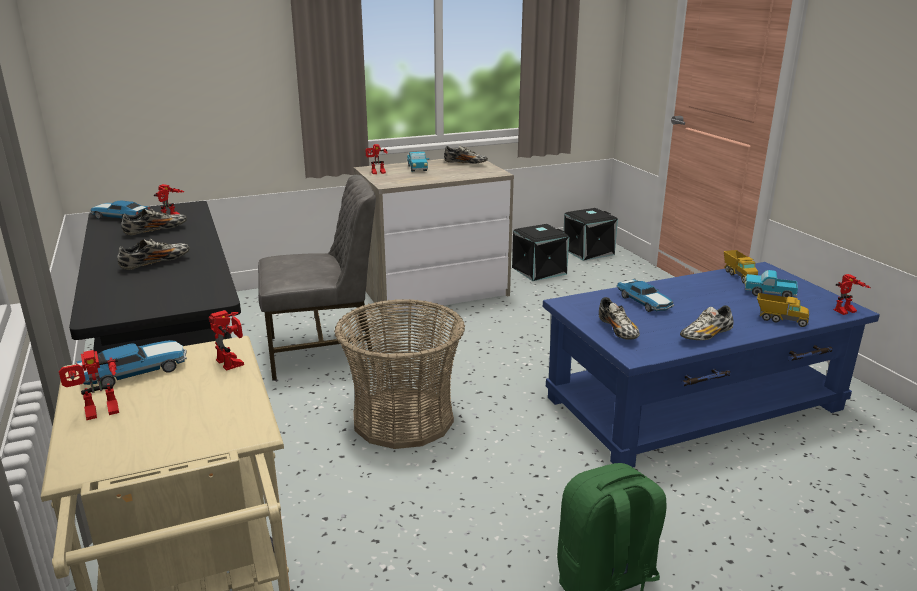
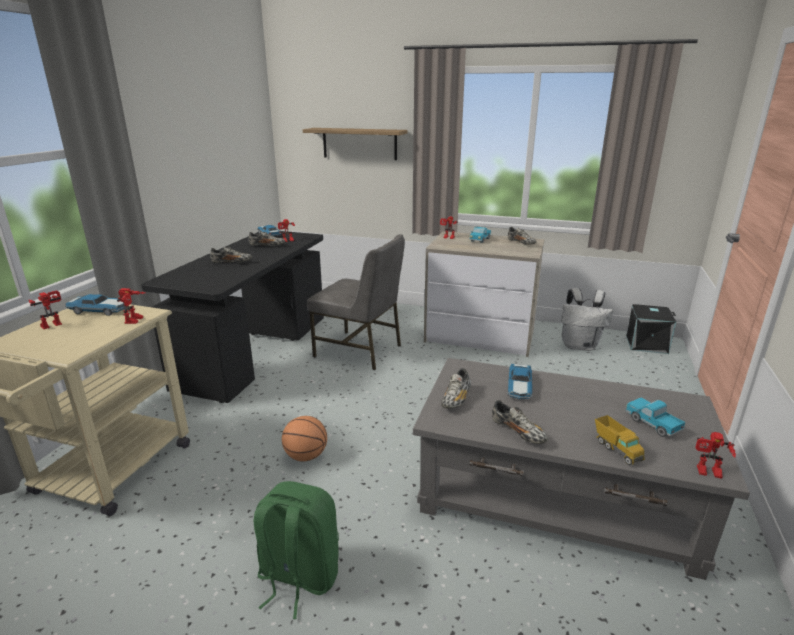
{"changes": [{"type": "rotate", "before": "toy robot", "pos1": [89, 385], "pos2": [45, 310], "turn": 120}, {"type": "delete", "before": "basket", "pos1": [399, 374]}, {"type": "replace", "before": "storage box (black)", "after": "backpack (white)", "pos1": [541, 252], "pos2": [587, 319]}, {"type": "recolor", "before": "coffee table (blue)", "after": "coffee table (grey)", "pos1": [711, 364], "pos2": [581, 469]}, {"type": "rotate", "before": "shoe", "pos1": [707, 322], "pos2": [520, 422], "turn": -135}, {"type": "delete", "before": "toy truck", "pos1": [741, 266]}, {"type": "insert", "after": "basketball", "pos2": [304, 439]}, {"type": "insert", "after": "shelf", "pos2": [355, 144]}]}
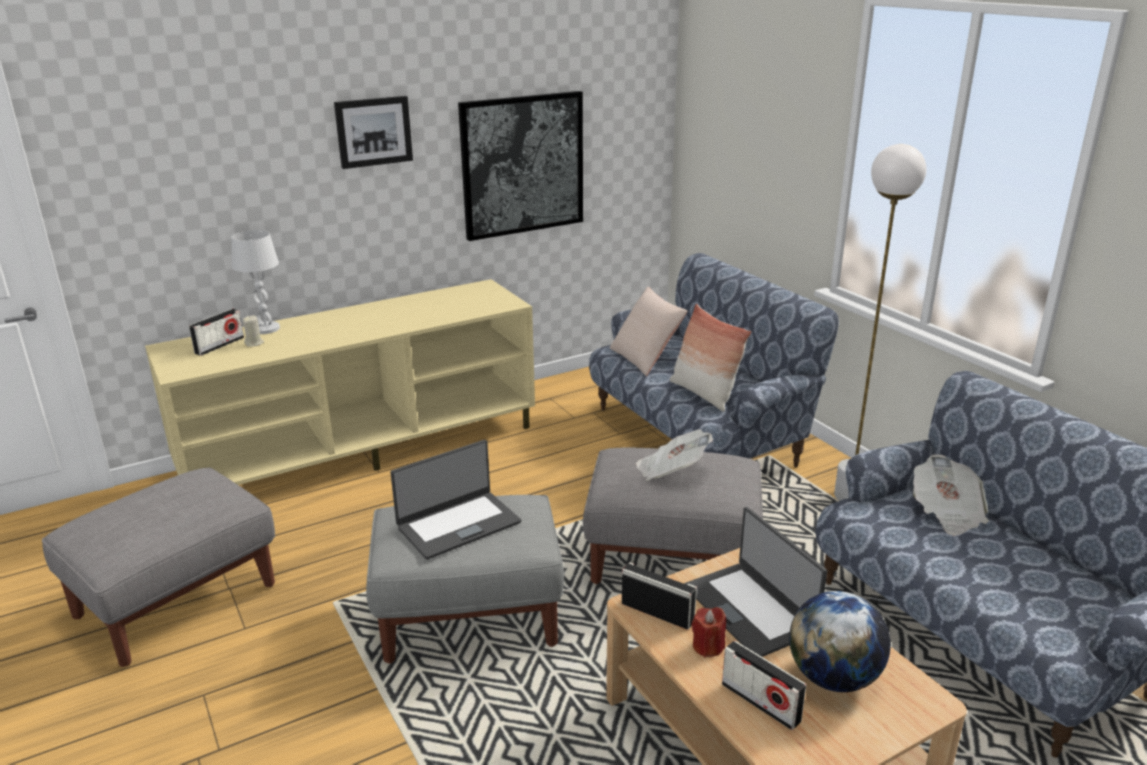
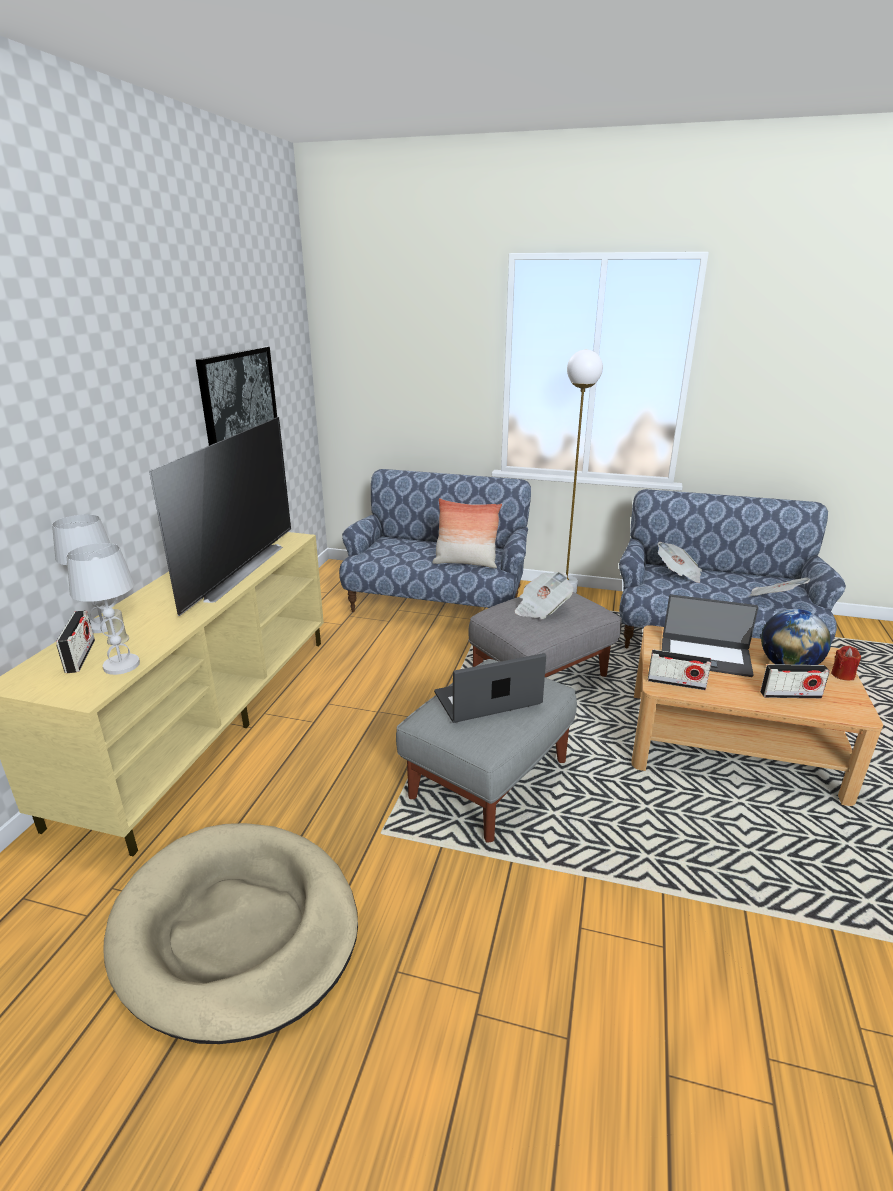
{"changes": [{"type": "replace", "before": "ottoman (grey)", "after": "dog bed (beige)", "pos1": [158, 567], "pos2": [231, 933]}, {"type": "delete", "before": "picture", "pos1": [373, 132]}, {"type": "rotate", "before": "laptop", "pos1": [455, 500], "pos2": [490, 688], "turn": -120}, {"type": "delete", "before": "pillow (beige)", "pos1": [648, 331]}, {"type": "rotate", "before": "radio", "pos1": [659, 596], "pos2": [679, 670], "turn": -150}, {"type": "move", "before": "candle (red)", "pos1": [709, 632], "pos2": [846, 663]}, {"type": "insert", "after": "table lamp (white)", "pos2": [103, 609]}, {"type": "insert", "after": "television", "pos2": [220, 516]}, {"type": "insert", "after": "newspaper", "pos2": [780, 586]}]}
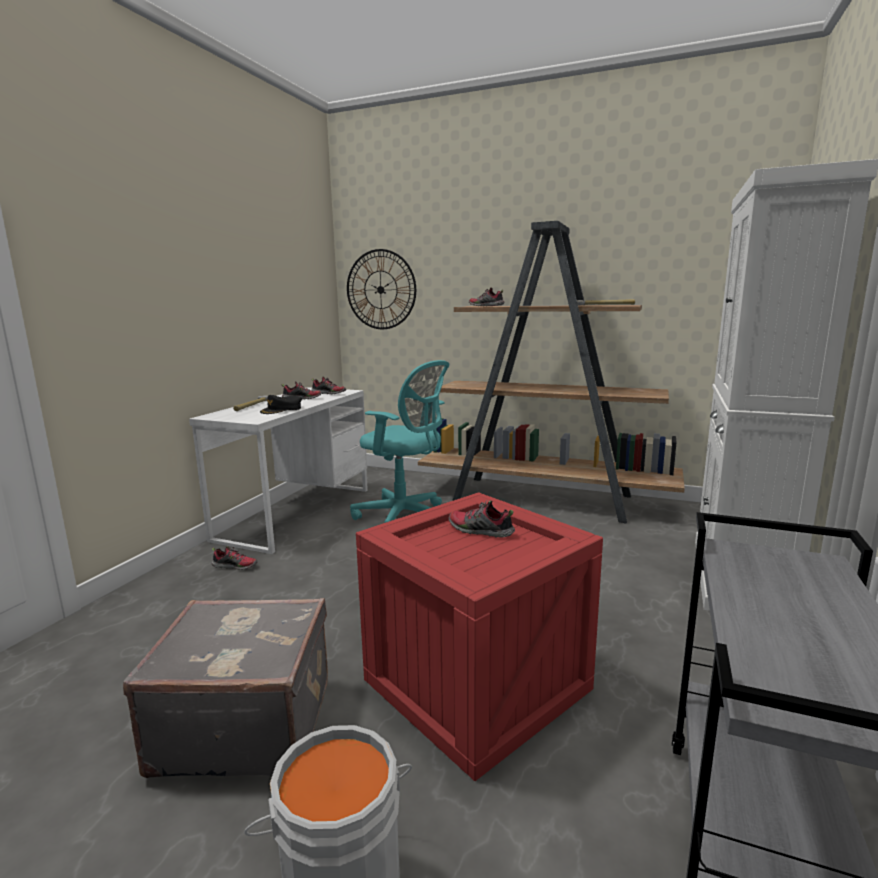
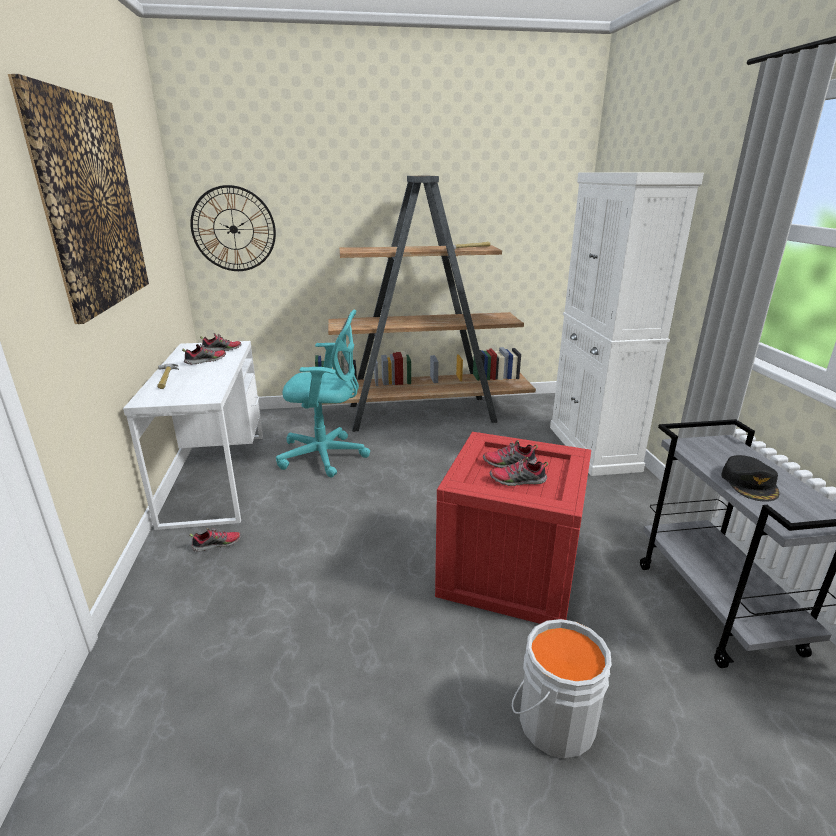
{"changes": [{"type": "delete", "before": "suitcase (grey)", "pos1": [225, 688]}, {"type": "move", "before": "cap (black)", "pos1": [281, 404], "pos2": [750, 478]}, {"type": "move", "before": "shoe", "pos1": [486, 296], "pos2": [519, 471]}, {"type": "insert", "after": "picture", "pos2": [78, 199]}]}
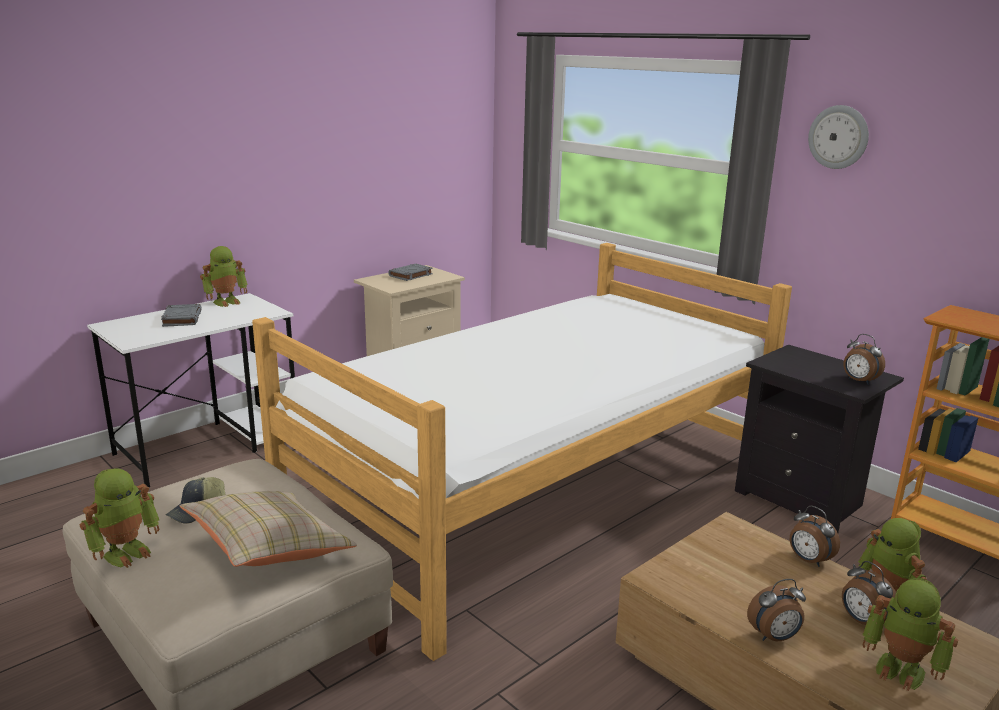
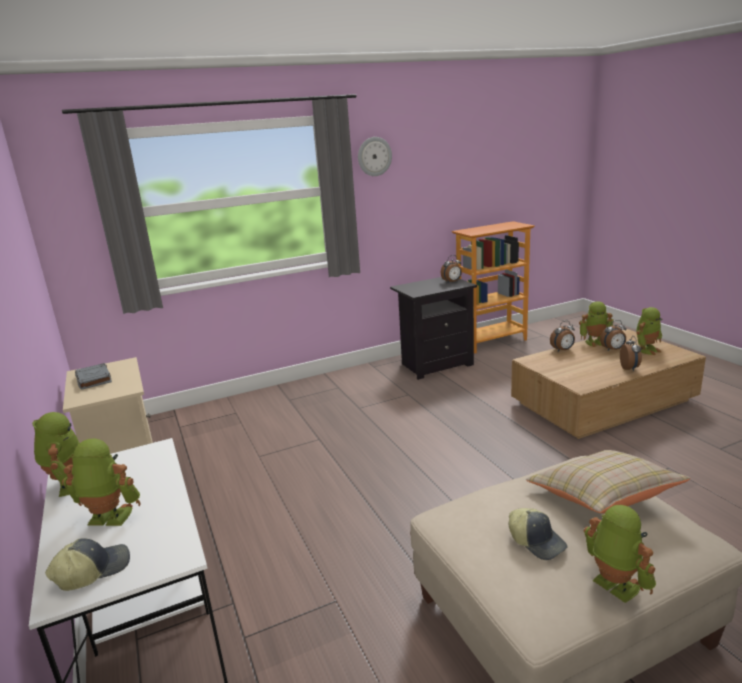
{"changes": [{"type": "replace", "before": "book (grey)", "after": "toy robot", "pos1": [181, 315], "pos2": [101, 482]}, {"type": "delete", "before": "bed", "pos1": [522, 452]}, {"type": "insert", "after": "cap", "pos2": [87, 564]}]}
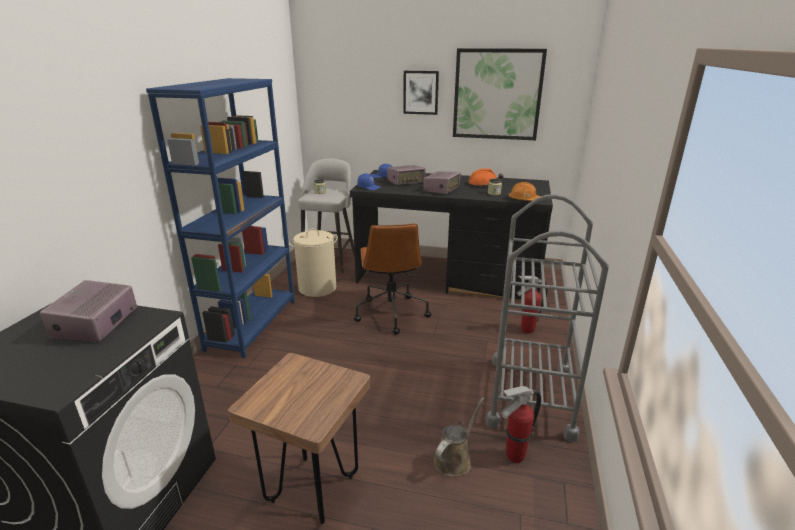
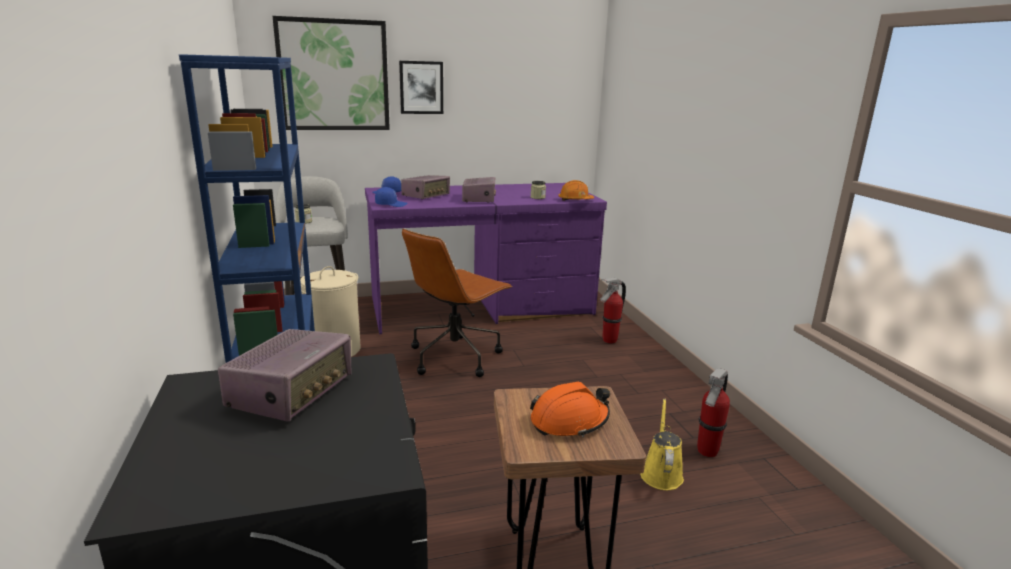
{"changes": [{"type": "rotate", "before": "radio", "pos1": [88, 311], "pos2": [284, 375], "turn": -135}, {"type": "recolor", "before": "desk (black)", "after": "desk (purple)", "pos1": [451, 235], "pos2": [486, 258]}, {"type": "rotate", "before": "office chair (brown)", "pos1": [392, 279], "pos2": [457, 303], "turn": 75}, {"type": "recolor", "before": "watering can (brown)", "after": "watering can (yellow)", "pos1": [459, 437], "pos2": [662, 444]}, {"type": "move", "before": "picture", "pos1": [500, 94], "pos2": [331, 73]}, {"type": "move", "before": "hard hat (orange)", "pos1": [486, 177], "pos2": [570, 409]}, {"type": "delete", "before": "cart (grey)", "pos1": [547, 318]}]}
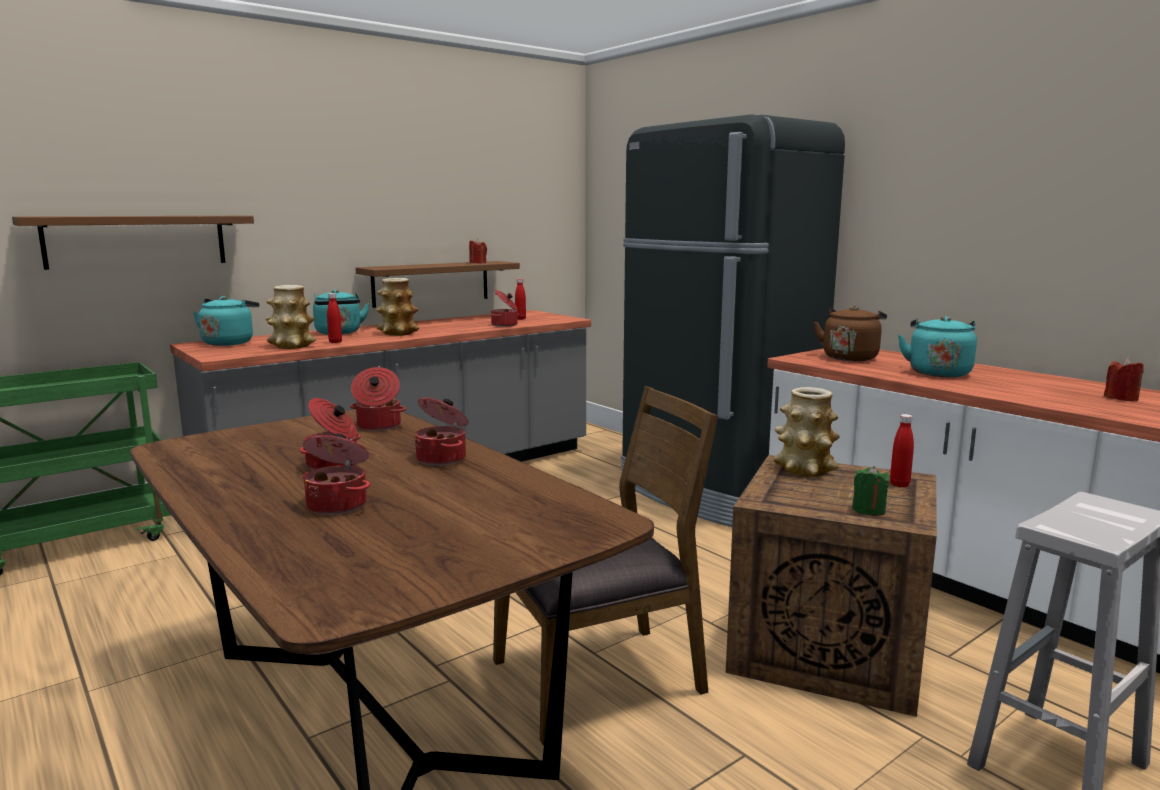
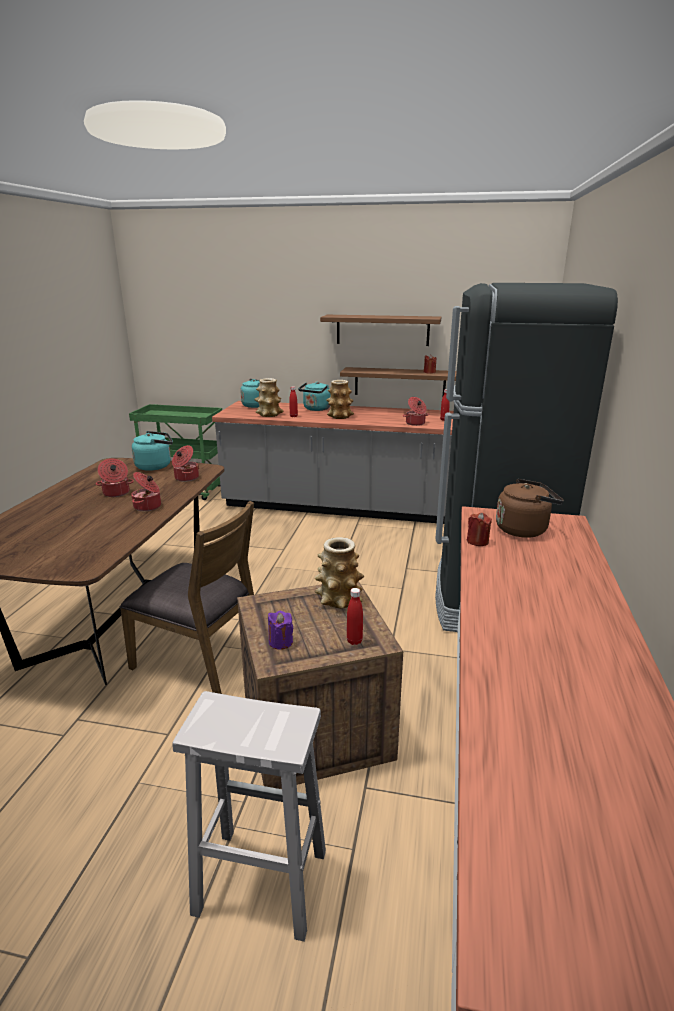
{"changes": [{"type": "move", "before": "shelf (brown)", "pos1": [133, 243], "pos2": [380, 330]}, {"type": "delete", "before": "cooking pot", "pos1": [336, 474]}, {"type": "recolor", "before": "candle (green)", "after": "candle (purple)", "pos1": [871, 491], "pos2": [280, 630]}, {"type": "move", "before": "kettle (turquoise)", "pos1": [937, 346], "pos2": [152, 451]}, {"type": "move", "before": "candle (red)", "pos1": [1124, 379], "pos2": [479, 529]}]}
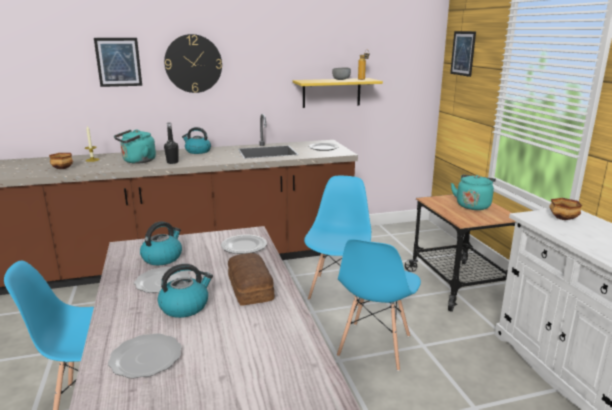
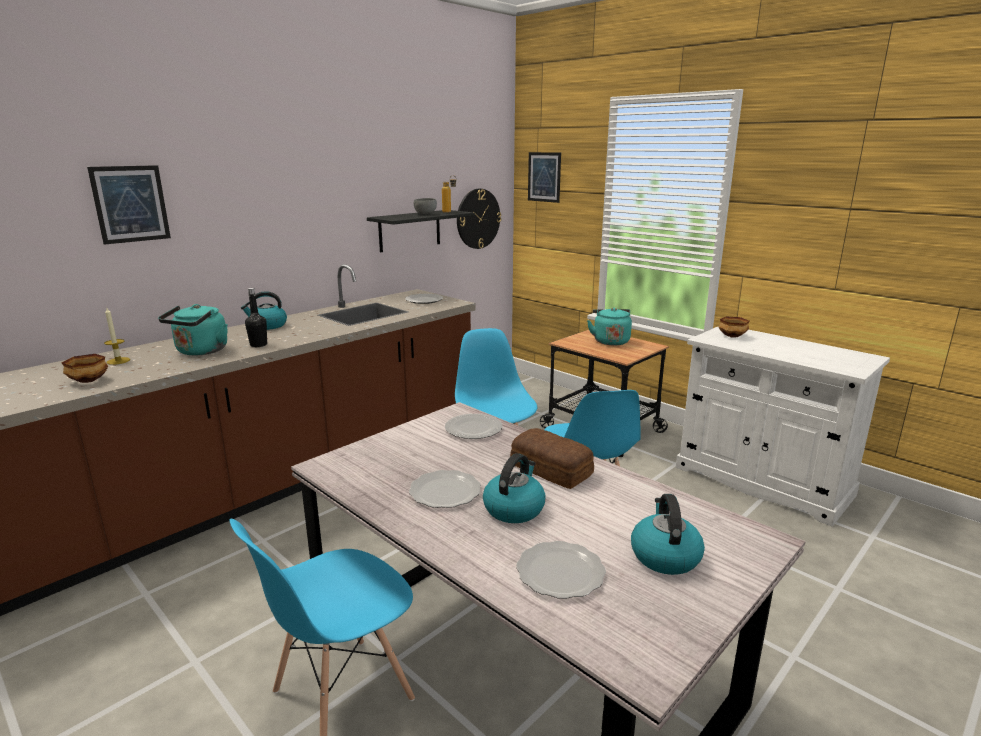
{"changes": [{"type": "move", "before": "kettle", "pos1": [161, 243], "pos2": [668, 534]}, {"type": "move", "before": "wall clock", "pos1": [193, 63], "pos2": [479, 219]}, {"type": "recolor", "before": "shelf (yellow)", "after": "shelf (black)", "pos1": [338, 93], "pos2": [421, 231]}]}
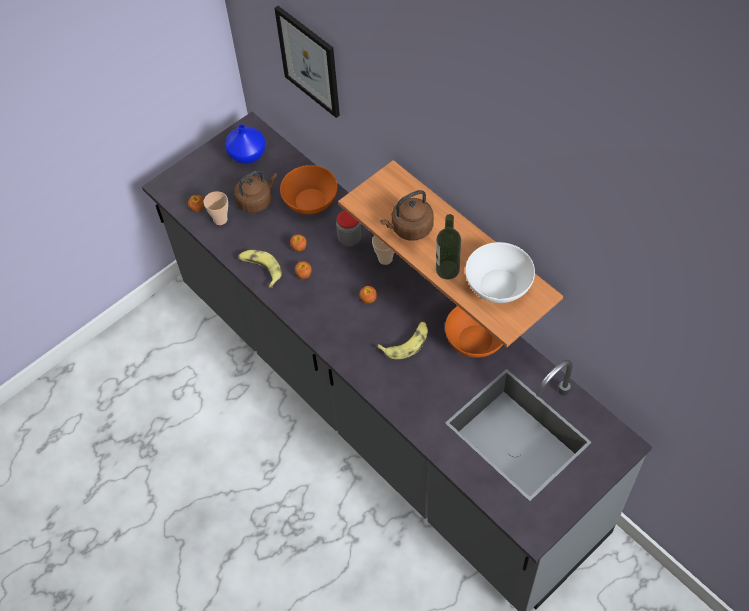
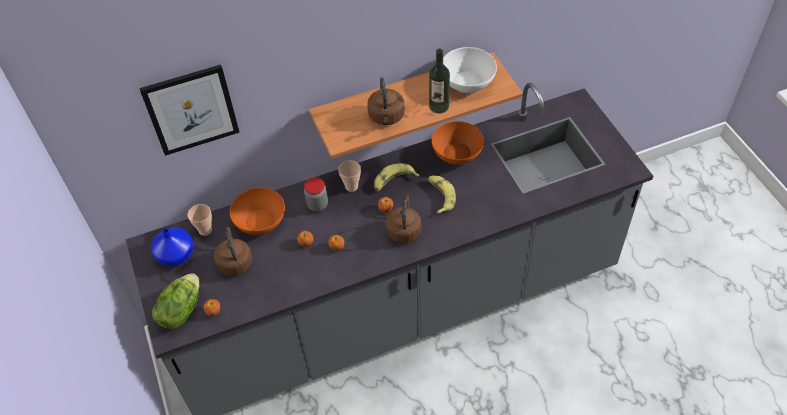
{"changes": [{"type": "move", "before": "cup", "pos1": [216, 208], "pos2": [199, 220]}, {"type": "move", "before": "banana", "pos1": [260, 269], "pos2": [396, 177]}, {"type": "insert", "after": "lettuce", "pos2": [176, 301]}, {"type": "insert", "after": "kettle (brown)", "pos2": [403, 219]}]}
